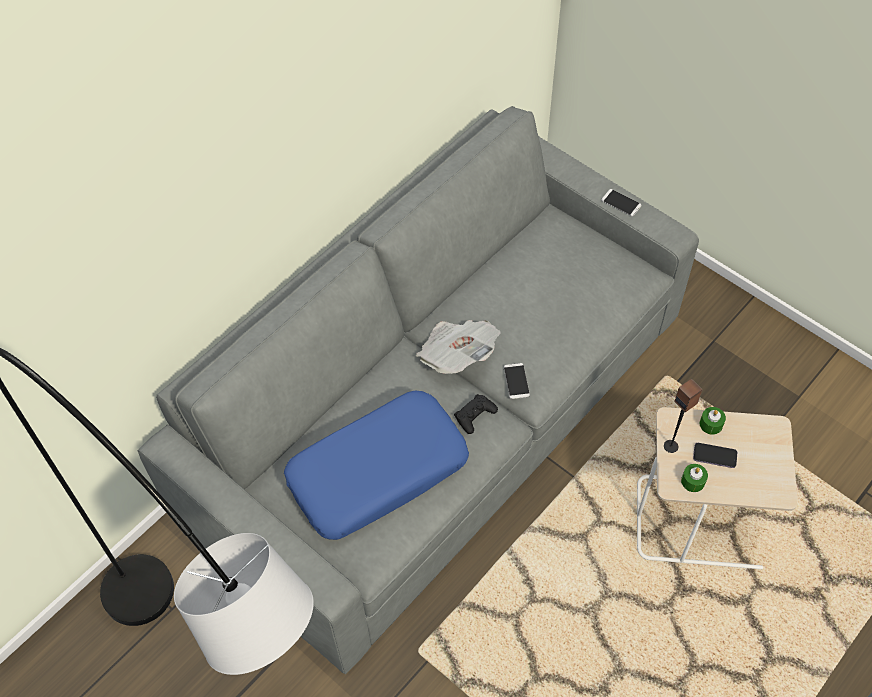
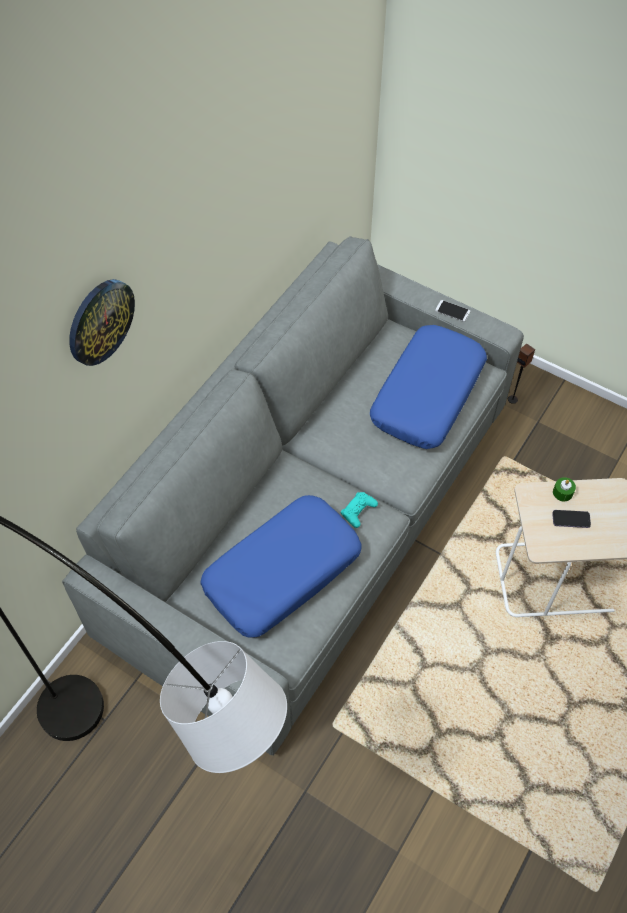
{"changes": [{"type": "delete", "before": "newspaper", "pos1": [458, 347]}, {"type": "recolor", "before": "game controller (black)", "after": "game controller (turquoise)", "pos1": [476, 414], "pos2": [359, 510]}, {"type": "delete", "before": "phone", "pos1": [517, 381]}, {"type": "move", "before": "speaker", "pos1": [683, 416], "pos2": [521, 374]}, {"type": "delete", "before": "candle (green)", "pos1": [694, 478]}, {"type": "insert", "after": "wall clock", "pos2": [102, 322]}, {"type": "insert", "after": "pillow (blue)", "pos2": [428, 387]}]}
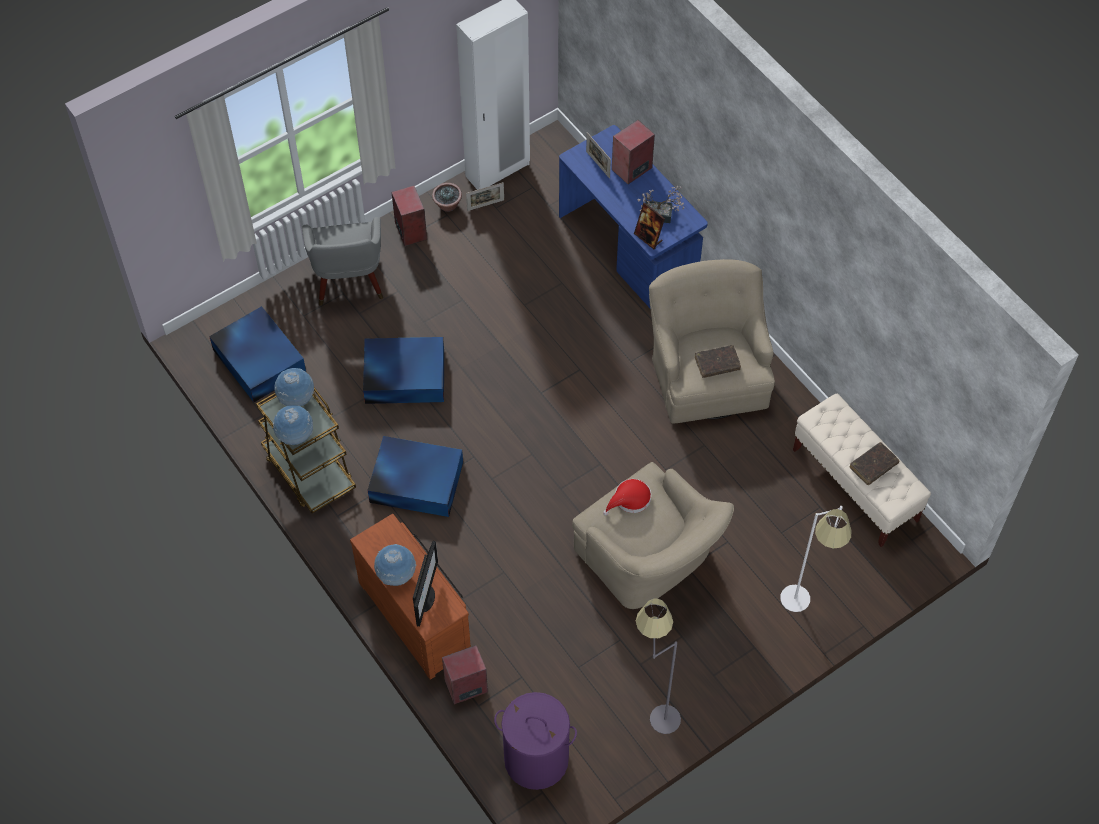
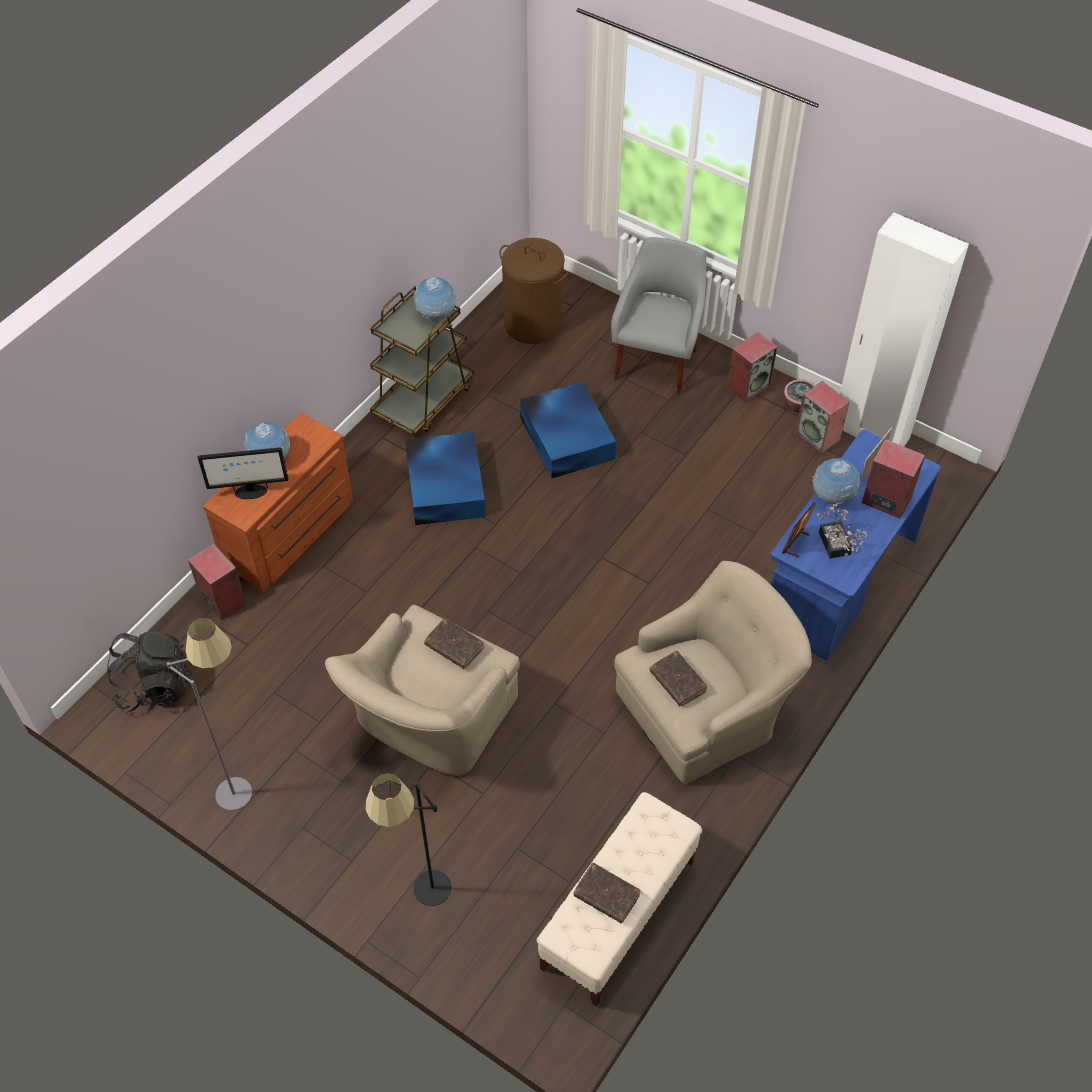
{"changes": [{"type": "replace", "before": "storage box (blue)", "after": "laundry basket (brown)", "pos1": [257, 354], "pos2": [533, 291]}, {"type": "move", "before": "globe", "pos1": [293, 425], "pos2": [836, 481]}, {"type": "rotate", "before": "armchair (grey)", "pos1": [342, 261], "pos2": [658, 316], "turn": 135}, {"type": "replace", "before": "picture frame", "after": "speaker", "pos1": [485, 196], "pos2": [822, 417]}, {"type": "replace", "before": "laundry basket (purple)", "after": "backpack (black)", "pos1": [535, 741], "pos2": [149, 671]}, {"type": "replace", "before": "hat (red)", "after": "book (brown)", "pos1": [627, 497], "pos2": [454, 643]}, {"type": "recolor", "before": "floor lamp (white)", "after": "floor lamp (black)", "pos1": [815, 559], "pos2": [409, 839]}]}
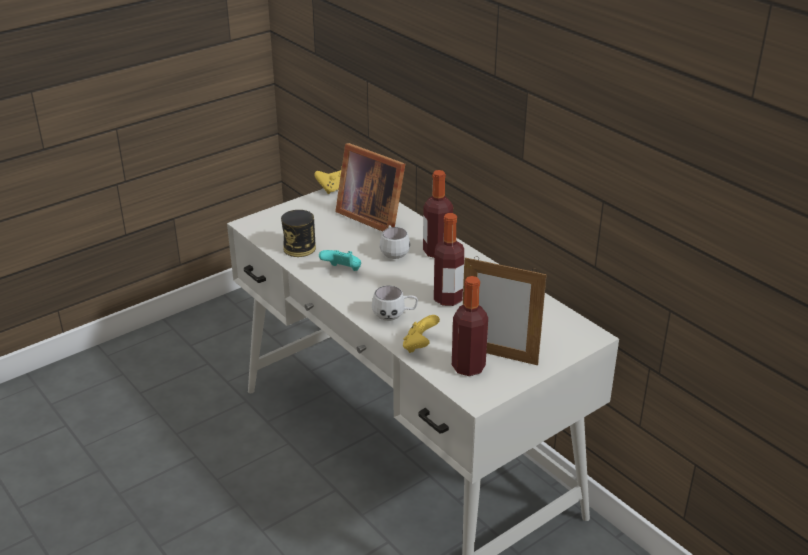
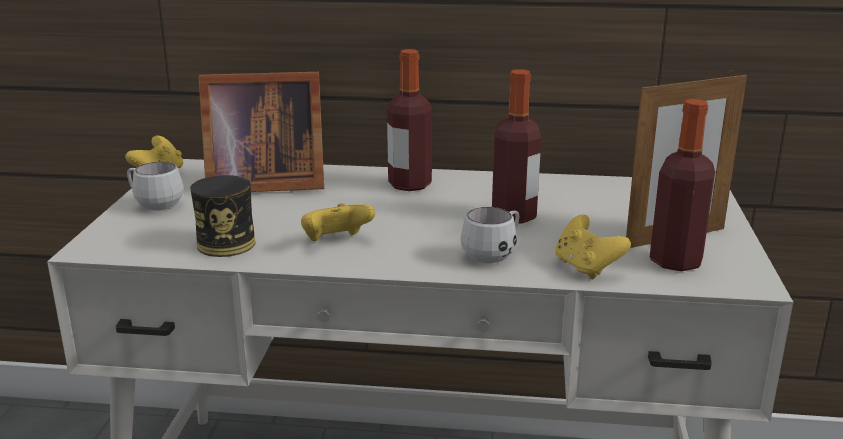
{"changes": [{"type": "recolor", "before": "game controller (turquoise)", "after": "game controller (yellow)", "pos1": [340, 260], "pos2": [338, 222]}, {"type": "move", "before": "mug (white)", "pos1": [394, 242], "pos2": [155, 186]}]}
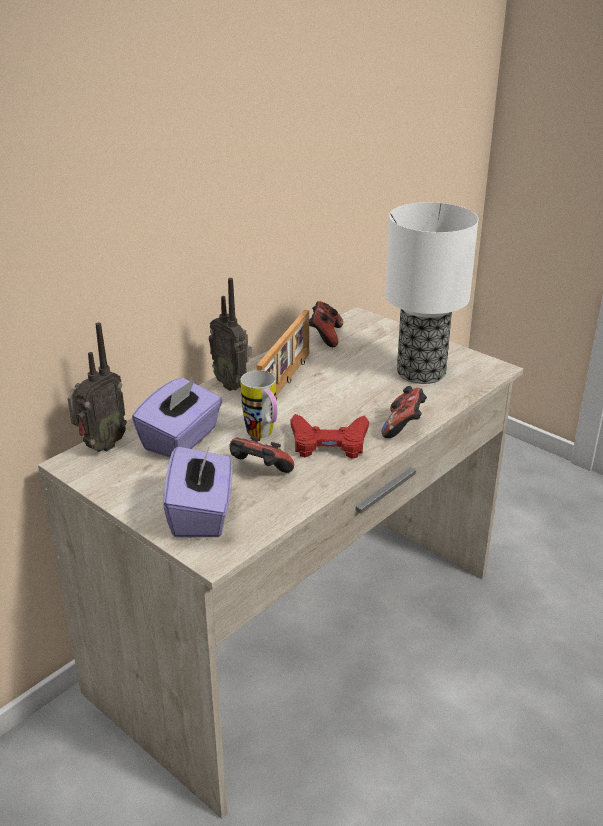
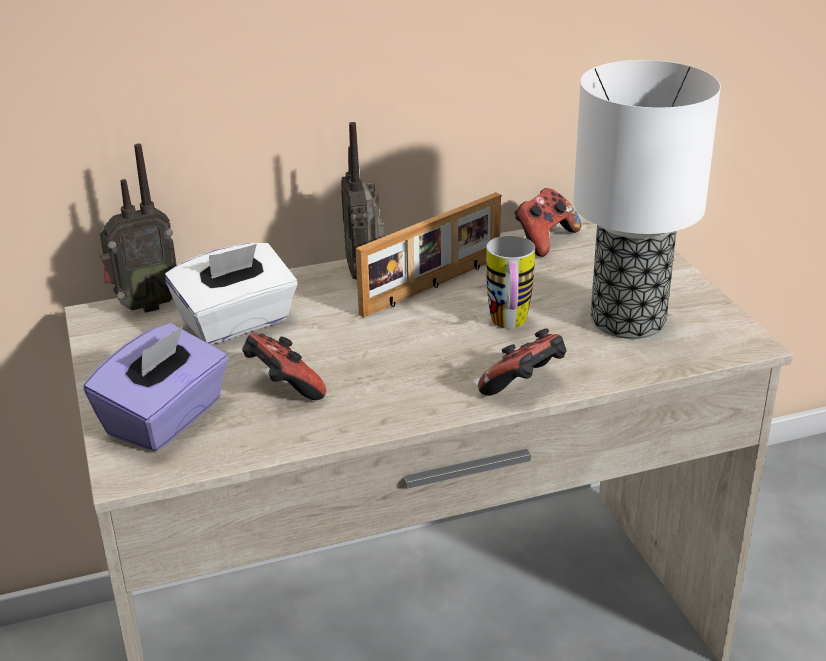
{"changes": [{"type": "recolor", "before": "tissue box (purple)", "after": "tissue box (white)", "pos1": [177, 417], "pos2": [231, 293]}, {"type": "move", "before": "mug", "pos1": [259, 404], "pos2": [510, 282]}, {"type": "delete", "before": "game controller (red)", "pos1": [330, 436]}]}
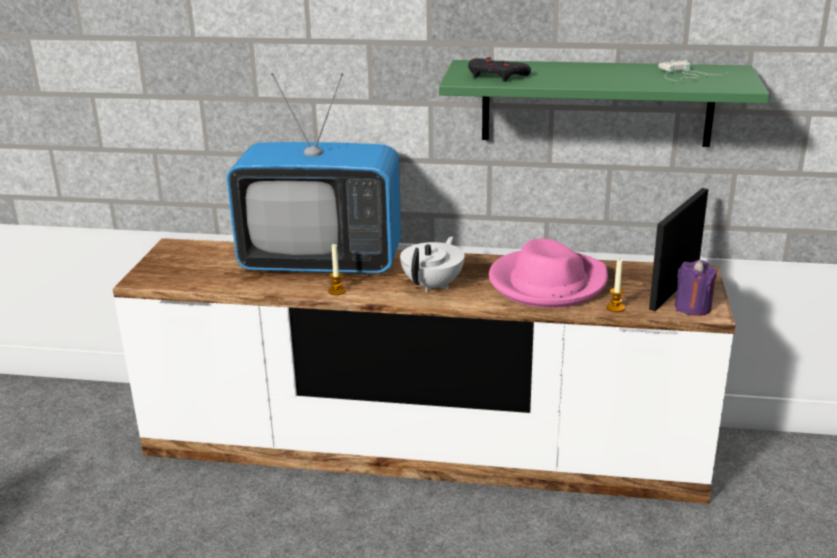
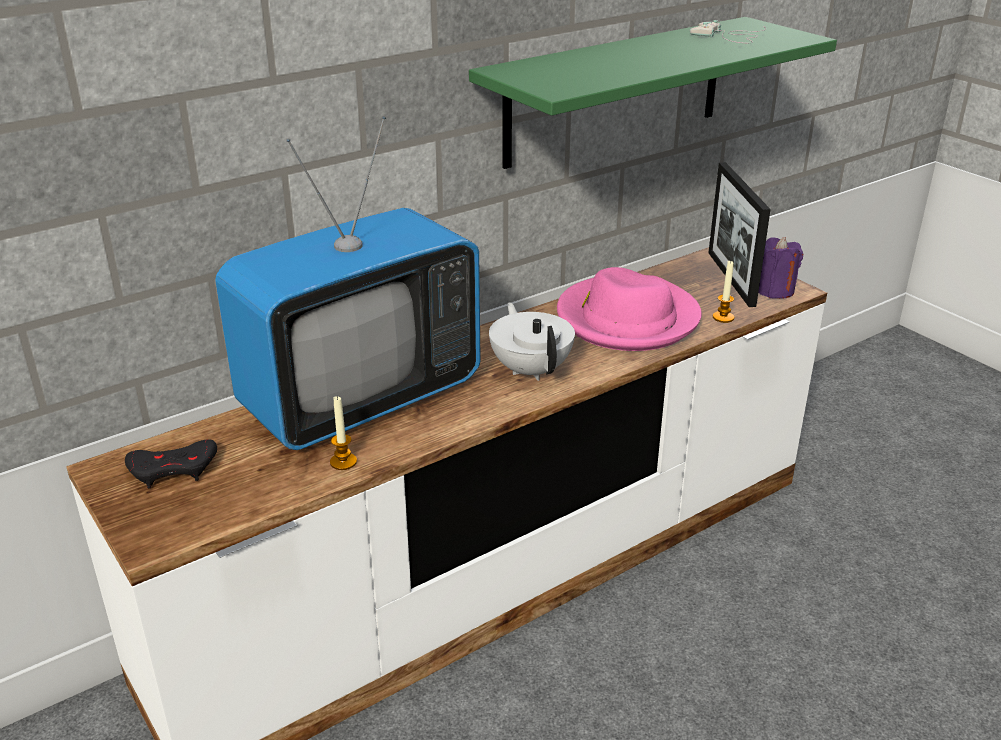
{"changes": [{"type": "move", "before": "candle", "pos1": [337, 269], "pos2": [343, 433]}, {"type": "move", "before": "game controller (black)", "pos1": [499, 69], "pos2": [171, 463]}]}
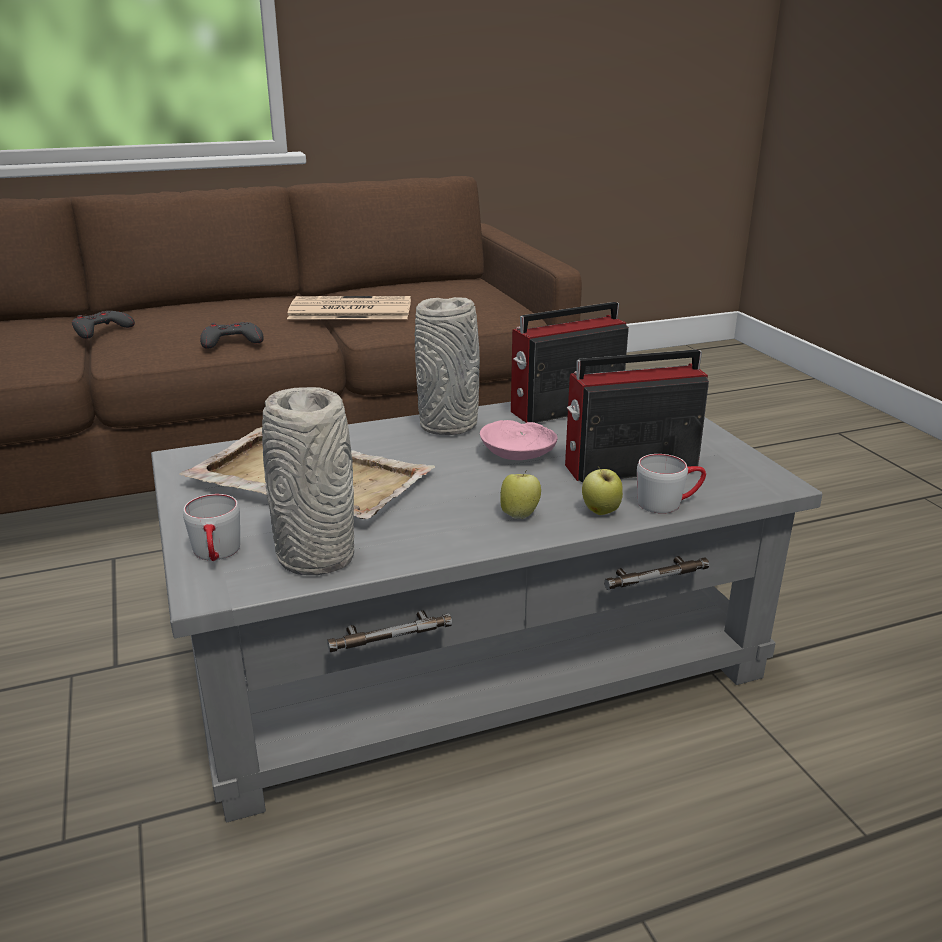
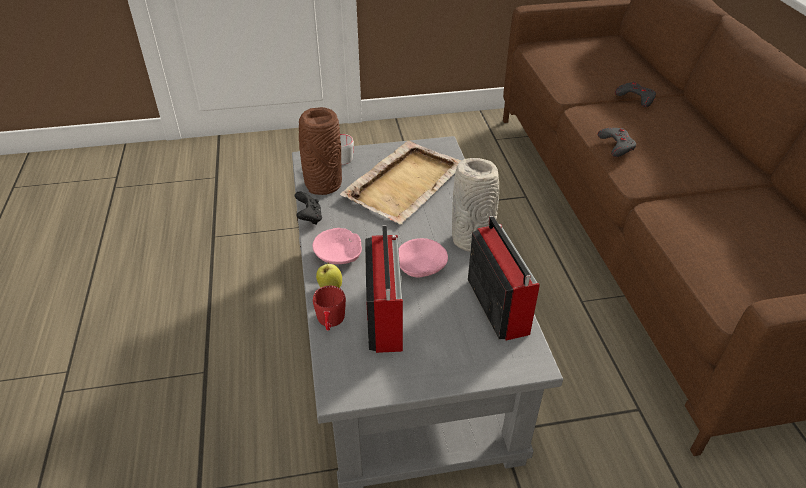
{"changes": [{"type": "recolor", "before": "vase (grey)", "after": "vase (brown)", "pos1": [308, 481], "pos2": [320, 151]}, {"type": "delete", "before": "newspaper", "pos1": [349, 307]}, {"type": "replace", "before": "apple", "after": "bowl (pink)", "pos1": [521, 494], "pos2": [337, 246]}, {"type": "recolor", "before": "mug (grey)", "after": "mug (red)", "pos1": [671, 484], "pos2": [329, 308]}, {"type": "insert", "after": "game controller (black)", "pos2": [308, 208]}]}
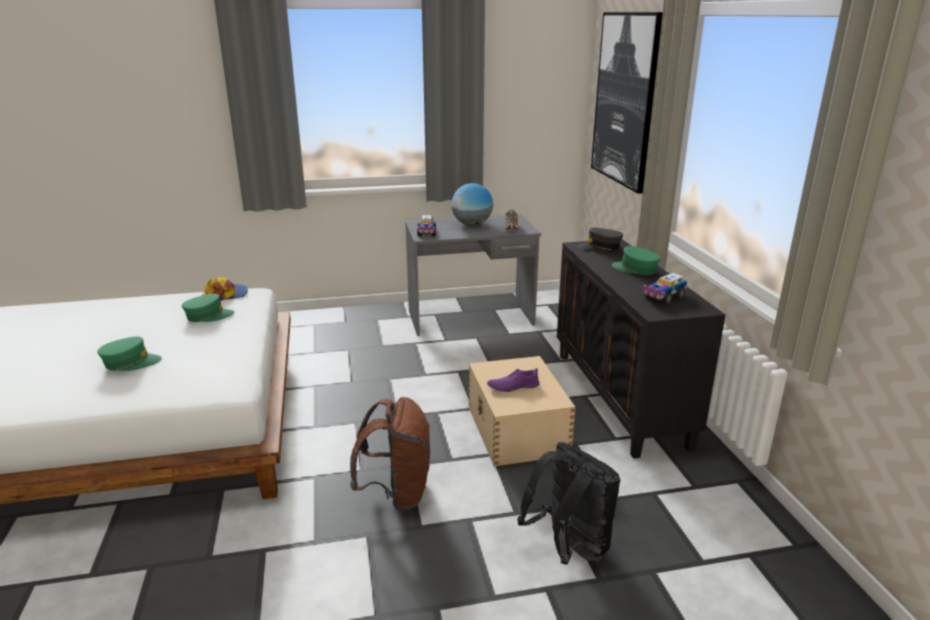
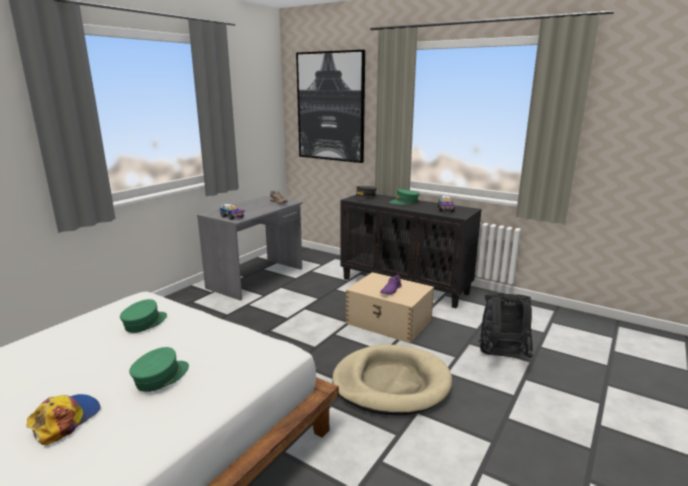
{"changes": [{"type": "move", "before": "cap", "pos1": [225, 289], "pos2": [63, 419]}, {"type": "replace", "before": "backpack (brown)", "after": "dog bed (beige)", "pos1": [390, 454], "pos2": [392, 380]}, {"type": "delete", "before": "globe", "pos1": [472, 204]}]}
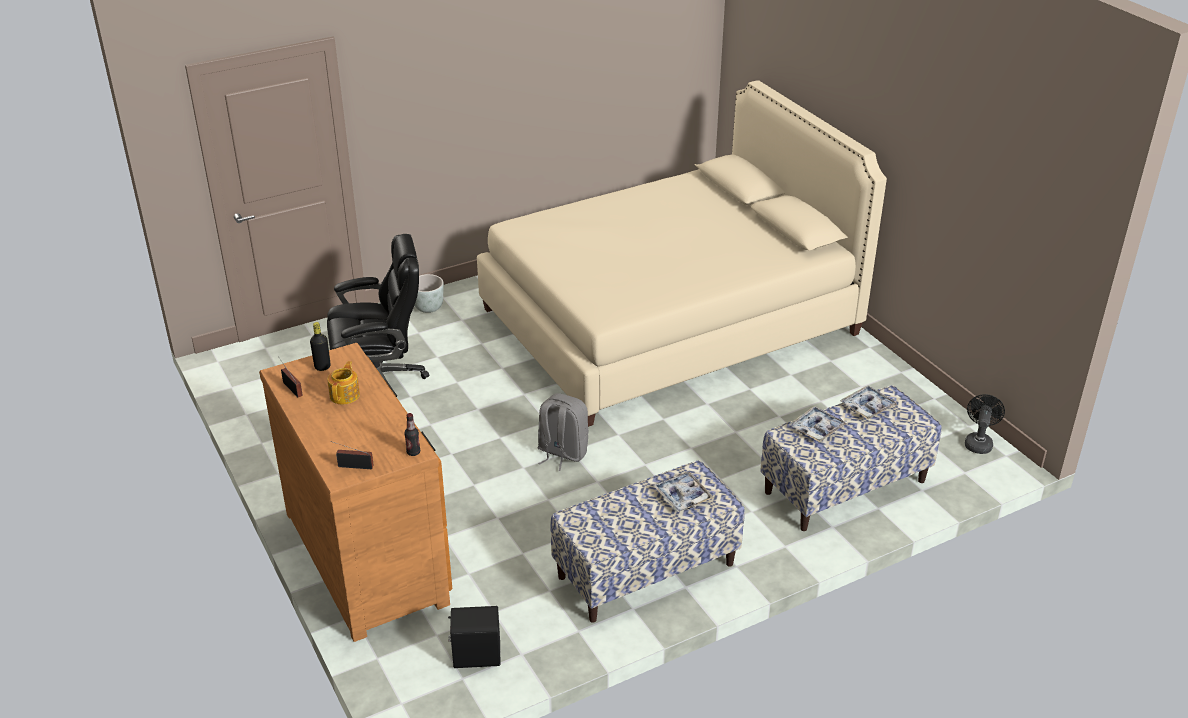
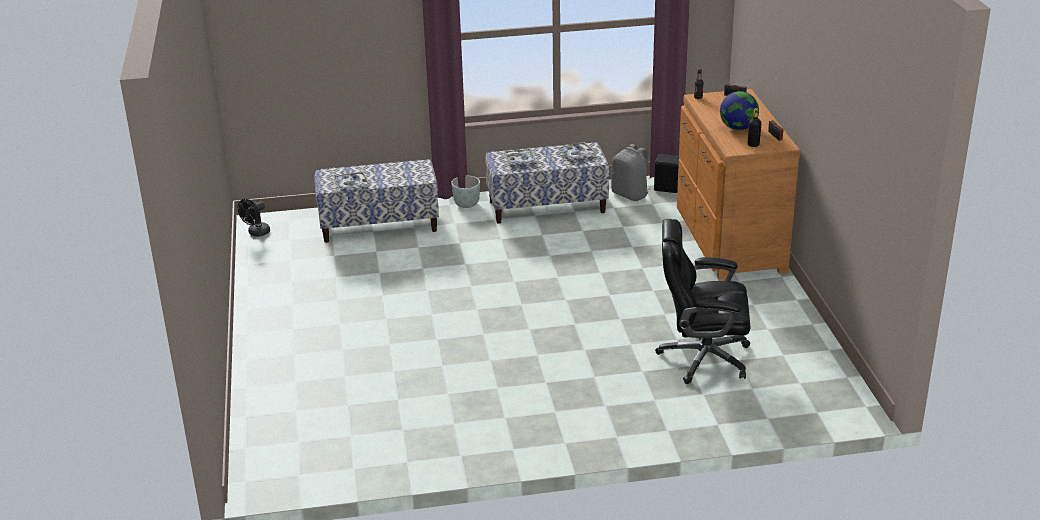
{"changes": [{"type": "replace", "before": "teapot", "after": "globe", "pos1": [343, 382], "pos2": [739, 110]}, {"type": "move", "before": "planter (grey)", "pos1": [428, 293], "pos2": [465, 192]}, {"type": "delete", "before": "bed (beige)", "pos1": [682, 254]}, {"type": "move", "before": "backpack (grey)", "pos1": [563, 432], "pos2": [630, 172]}, {"type": "move", "before": "tray", "pos1": [817, 424], "pos2": [578, 150]}]}
